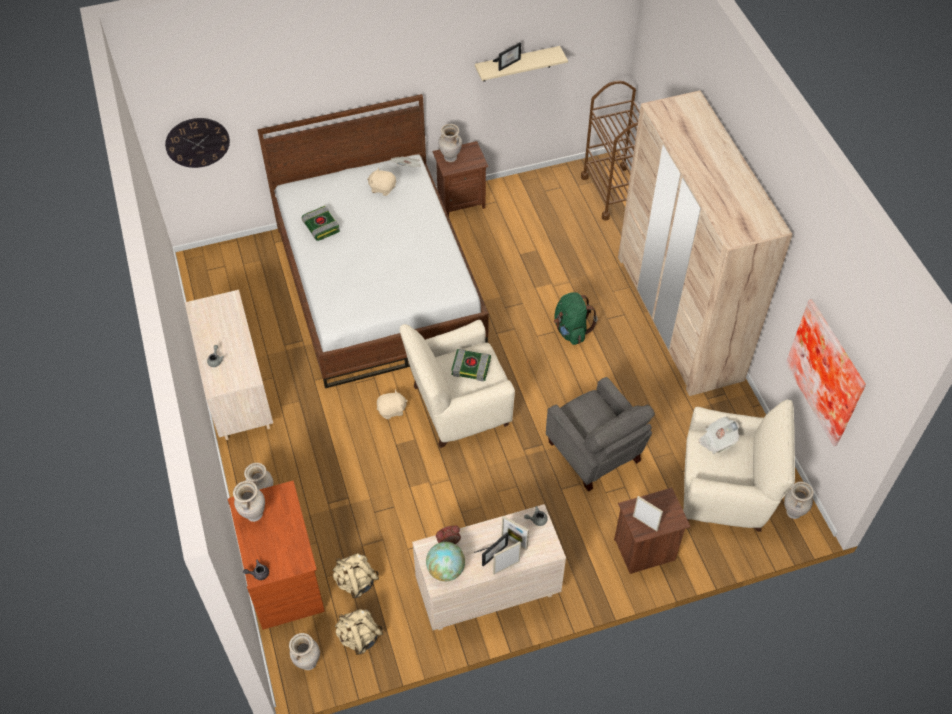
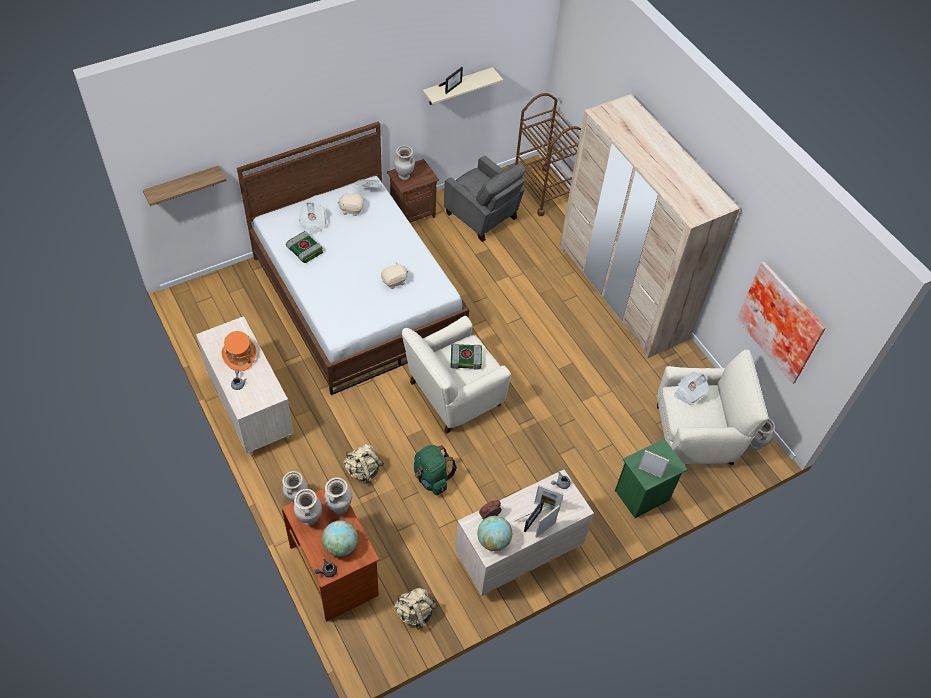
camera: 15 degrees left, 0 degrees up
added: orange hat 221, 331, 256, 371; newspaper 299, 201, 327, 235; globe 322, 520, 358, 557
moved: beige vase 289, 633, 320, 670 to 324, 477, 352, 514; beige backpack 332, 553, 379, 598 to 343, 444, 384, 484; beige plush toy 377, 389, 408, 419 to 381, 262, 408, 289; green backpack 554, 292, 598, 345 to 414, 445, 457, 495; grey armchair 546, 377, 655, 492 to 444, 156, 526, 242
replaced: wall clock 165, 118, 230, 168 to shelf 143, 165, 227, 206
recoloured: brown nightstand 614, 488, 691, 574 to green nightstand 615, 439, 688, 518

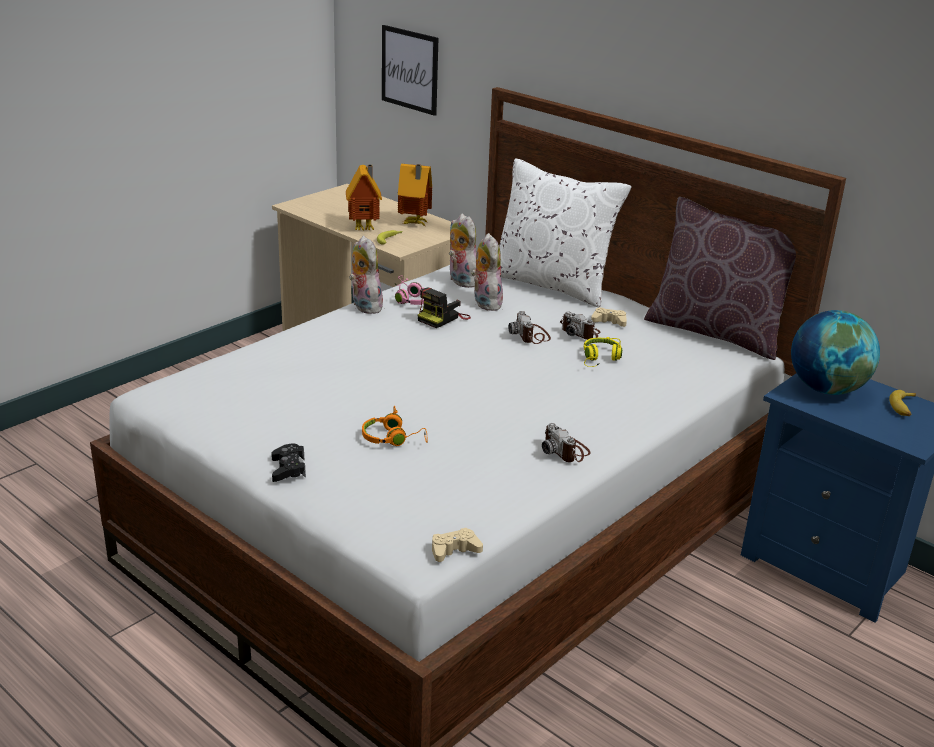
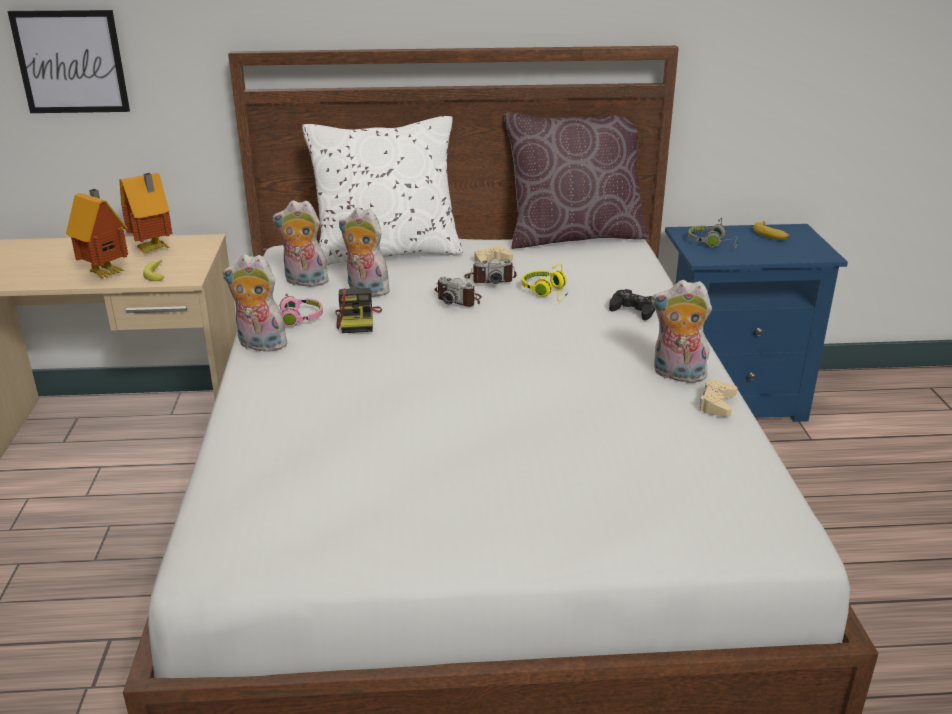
camera: 45 degrees left, 0 degrees up
removed: orange headphones 362, 406, 428, 446
moved: black game controller 271, 443, 306, 482 to 609, 289, 655, 320; beige game controller 432, 528, 483, 562 to 698, 380, 738, 417
replaced: photo camera 542, 423, 591, 462 to plush toy 651, 280, 712, 383; globe 791, 310, 880, 395 to grey headphones 688, 217, 739, 249

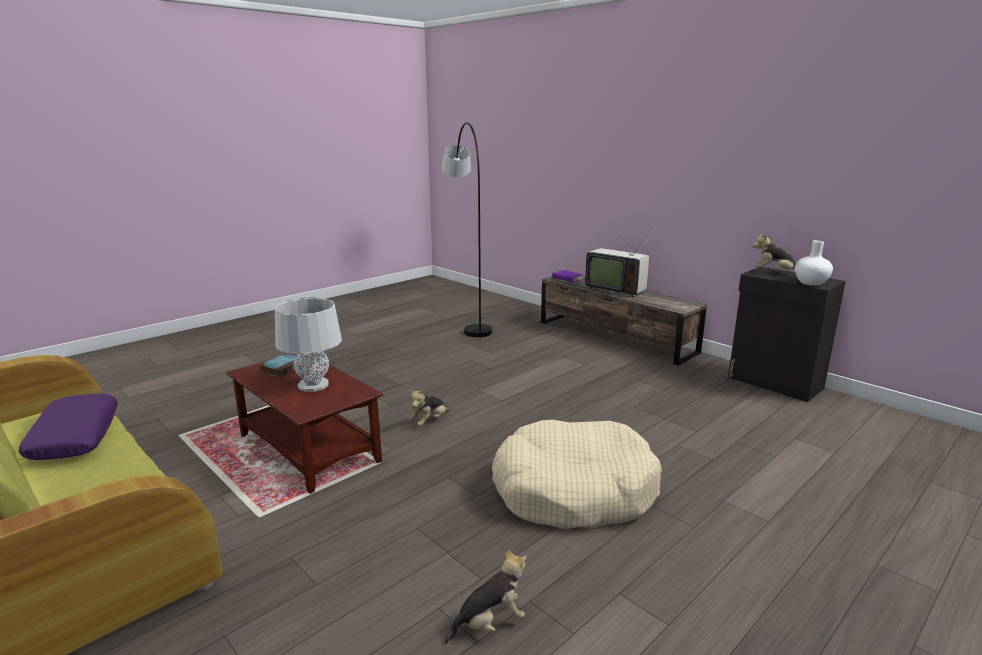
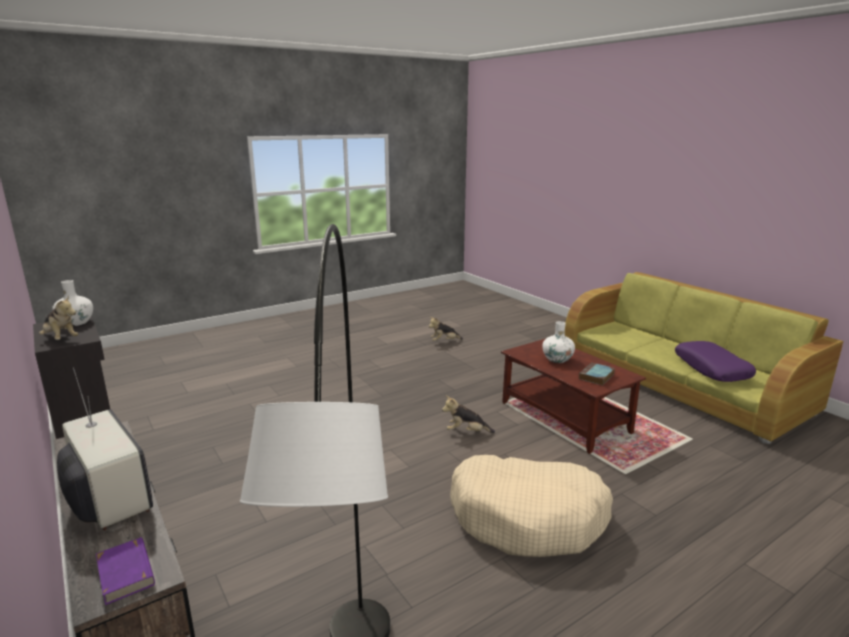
camera: 170 degrees left, 0 degrees up
moved: beige dog bed 492, 420, 662, 529 to 450, 455, 613, 557
replaced: grey table lamp 275, 297, 342, 392 to white vase 542, 321, 575, 363
turned: plush toy 409, 390, 450, 426 = 442, 396, 495, 433 135 degrees counterclockwise

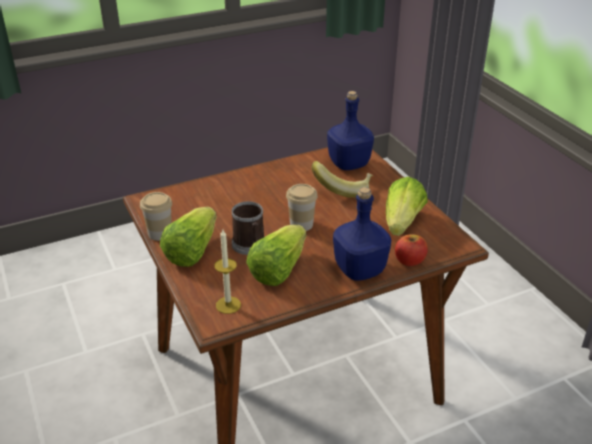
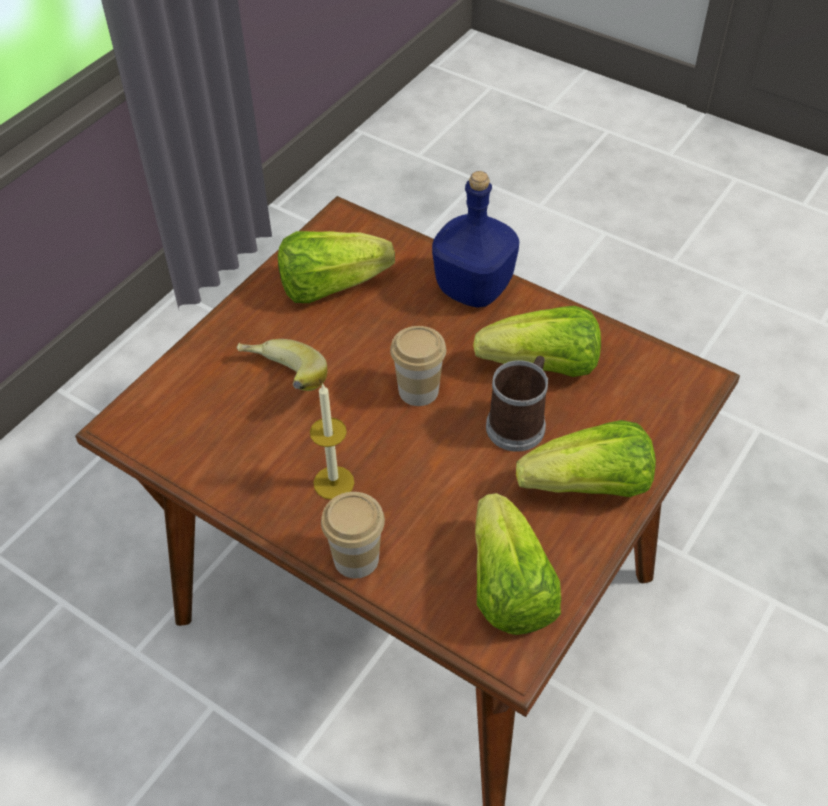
camera: 120 degrees left, 15 degrees up
removed: blue bottle 327, 91, 374, 170; apple 395, 234, 428, 266
added: lettuce 475, 493, 561, 635
moved: candle 214, 230, 241, 314 to 310, 383, 354, 500; cup 140, 192, 172, 241 to 321, 492, 385, 578

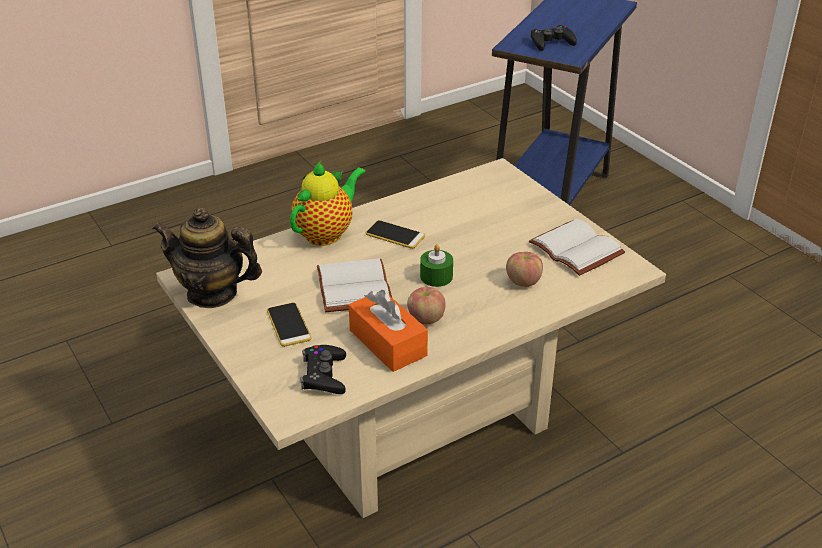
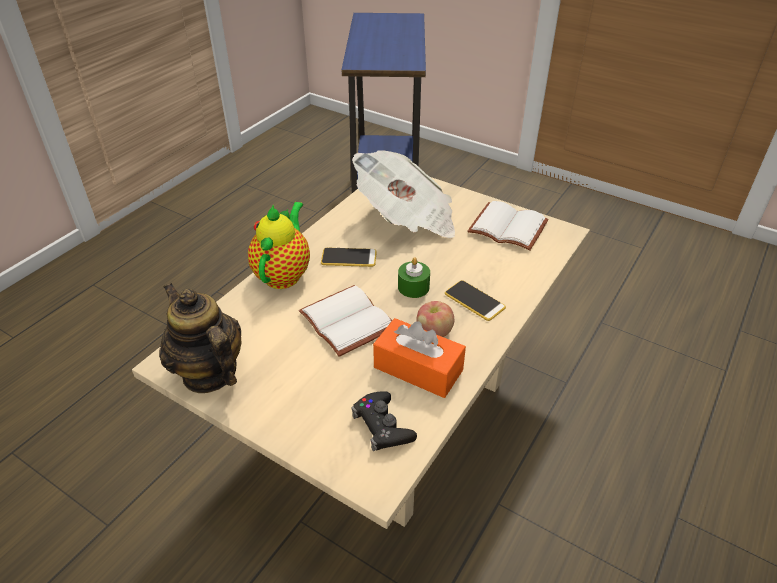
camera: 25 degrees left, 5 degrees up
removed: apple 506, 252, 543, 287; black game controller 531, 25, 577, 51
added: newspaper 352, 150, 455, 238
moved: phone 267, 302, 312, 347 to 445, 280, 506, 321
turned: teapot 153, 207, 262, 308 = 159, 283, 241, 393 60 degrees clockwise

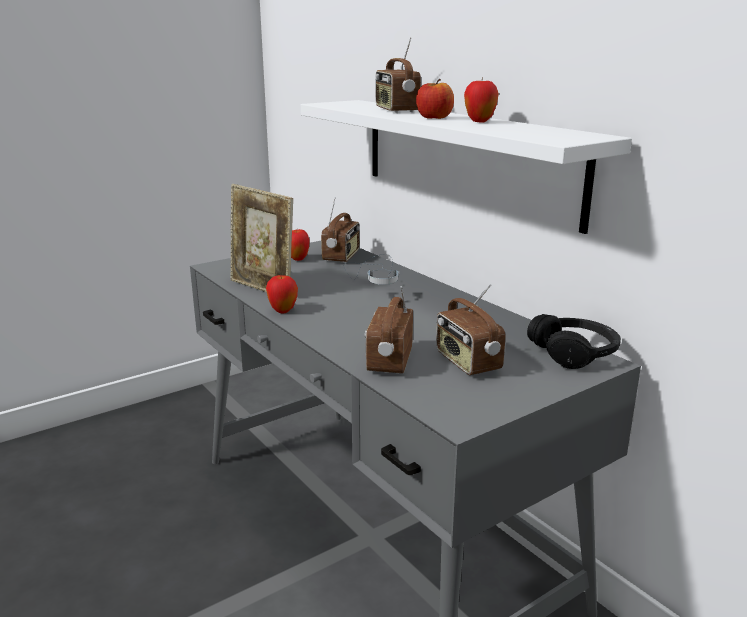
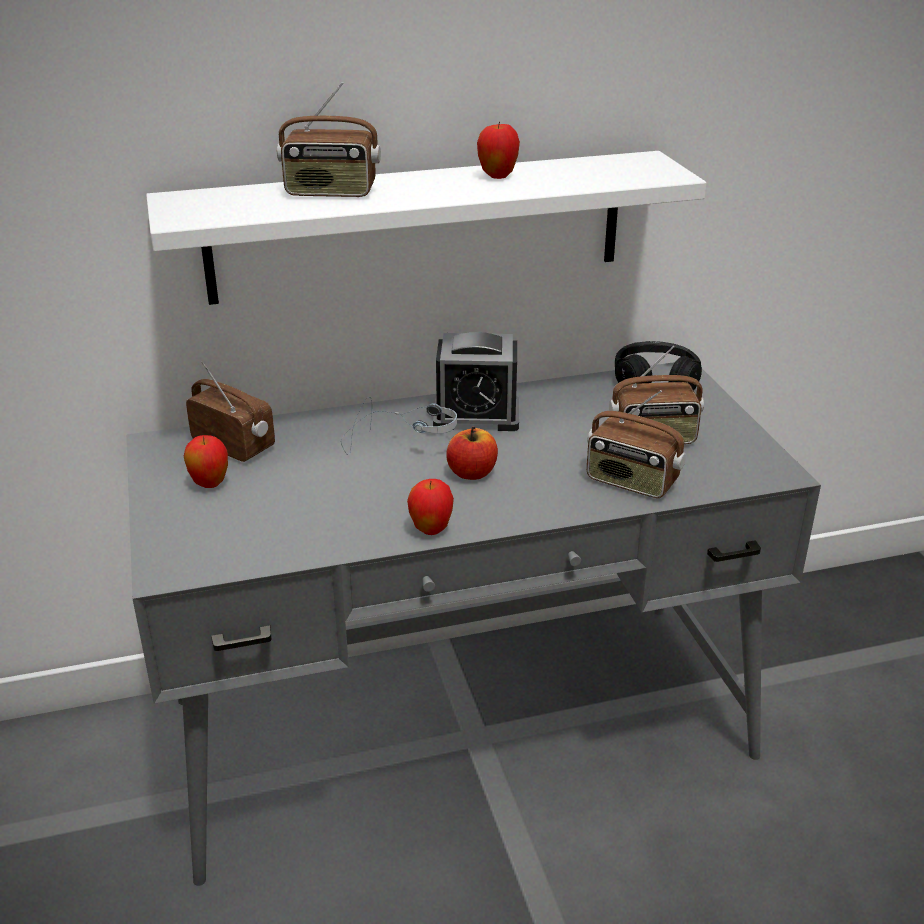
camera: 70 degrees left, 10 degrees up
removed: picture frame 230, 184, 293, 292
added: alarm clock 433, 332, 519, 431
moved: apple 416, 79, 454, 119 to 446, 427, 498, 480

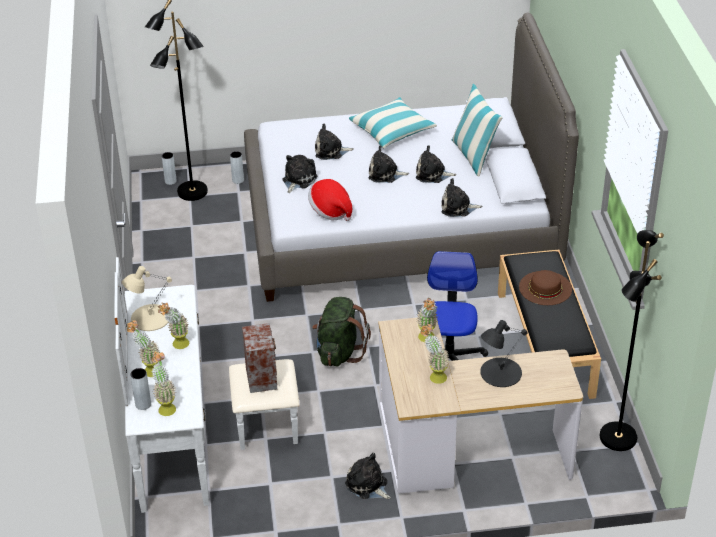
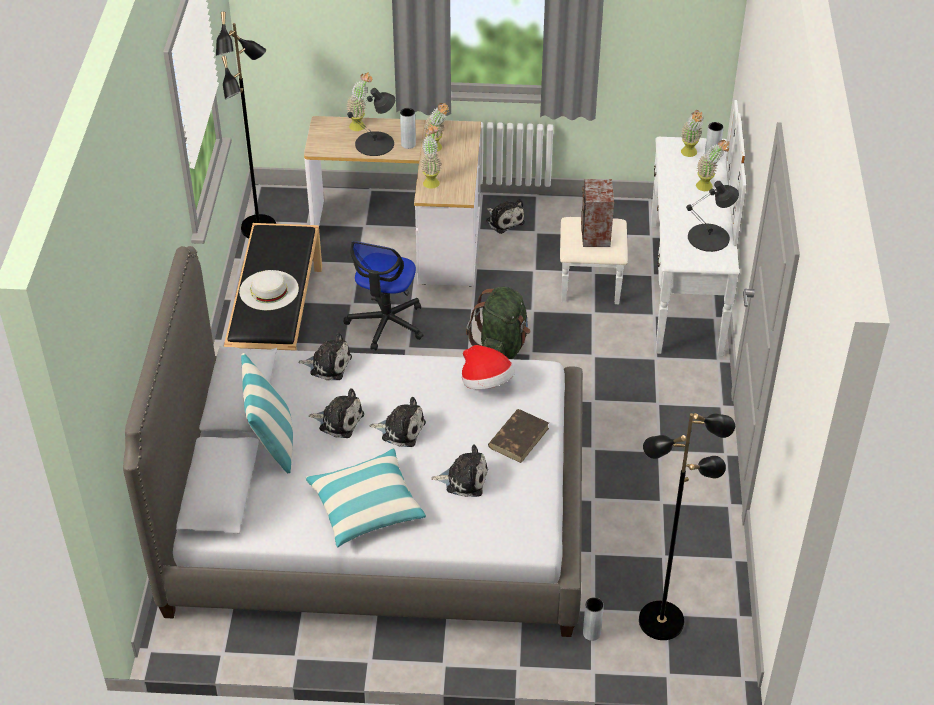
camera: 170 degrees left, 5 degrees up
moved: potted plant 158, 302, 189, 349 to 346, 72, 372, 131; grey vase 162, 152, 177, 185 to 400, 108, 416, 149
replaced: plush toy 282, 155, 317, 193 to brown book 488, 409, 549, 463
recoloured: brown hat 519, 270, 572, 305 to white hat 239, 270, 299, 310; beige table lamp 122, 266, 172, 331 to black table lamp 686, 181, 739, 252

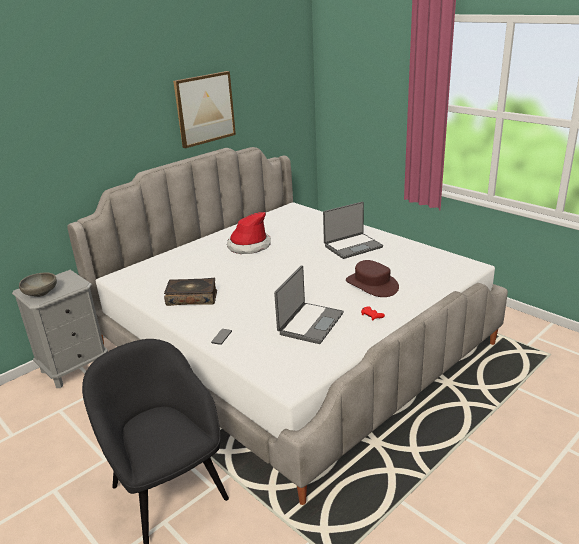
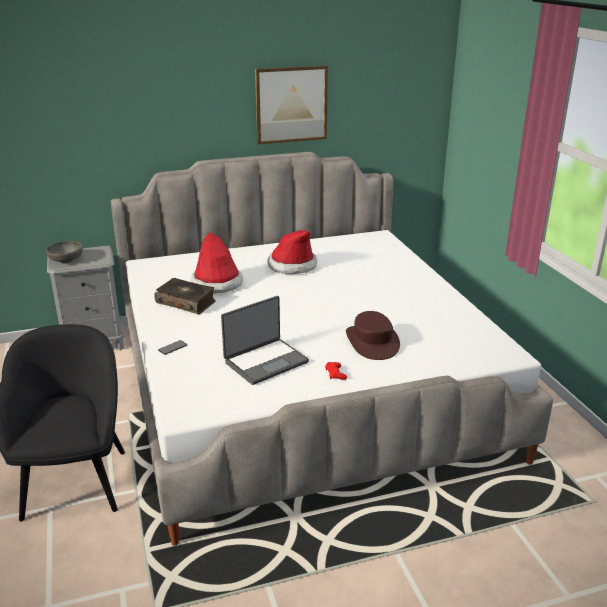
camera: 25 degrees right, 0 degrees up
removed: laptop 323, 202, 383, 259
added: hat 191, 232, 243, 294

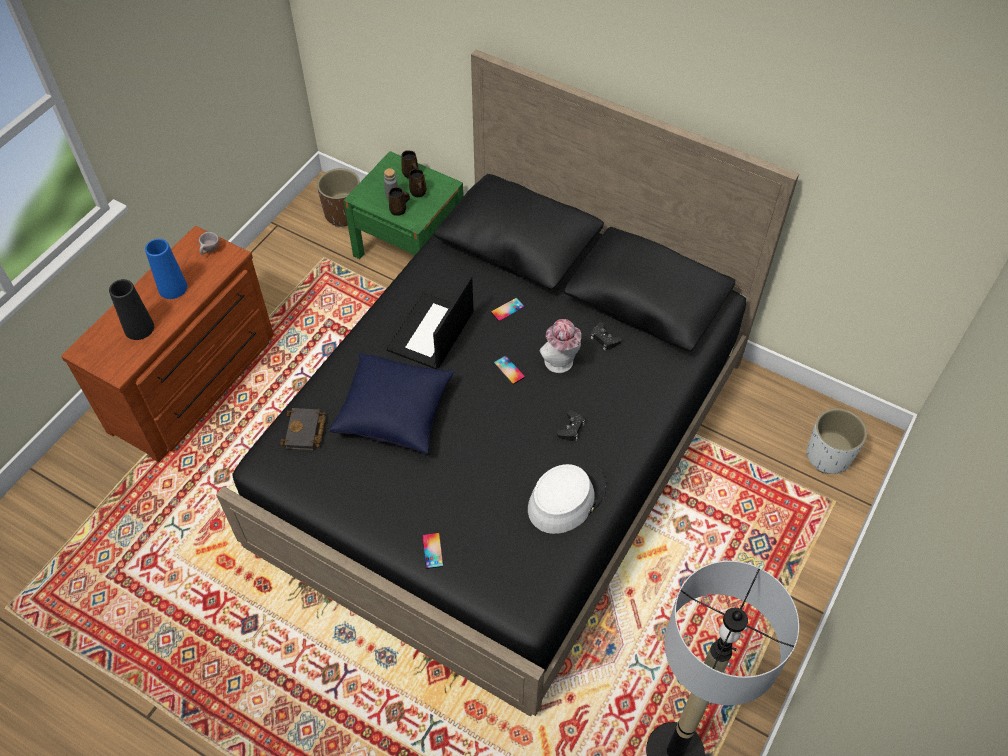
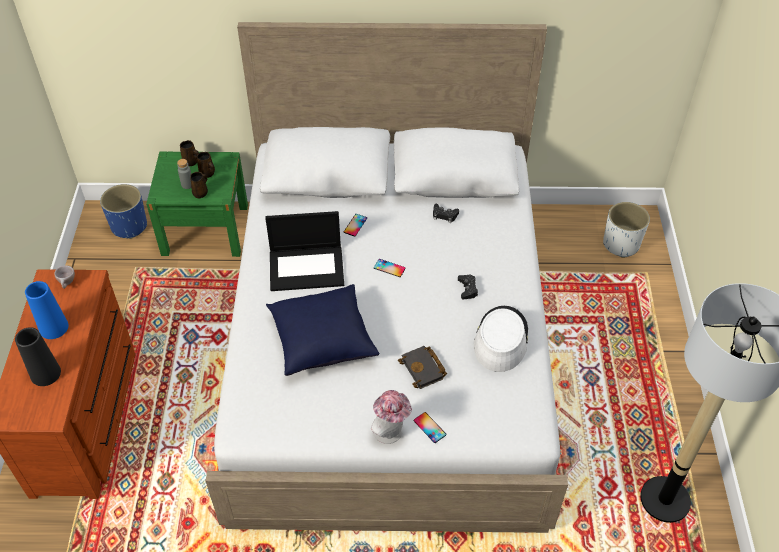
camera: 30 degrees left, 5 degrees down
moved: hat 540, 319, 581, 373 to 371, 390, 412, 444; black book 280, 408, 326, 450 to 398, 346, 447, 389
recoloured: brown planter 317, 168, 360, 227 to blue planter 100, 184, 147, 239; black bed 216, 50, 799, 717 to white bed 206, 22, 568, 533
turned: laptop 387, 275, 474, 369 = 265, 211, 344, 291 90 degrees counterclockwise

